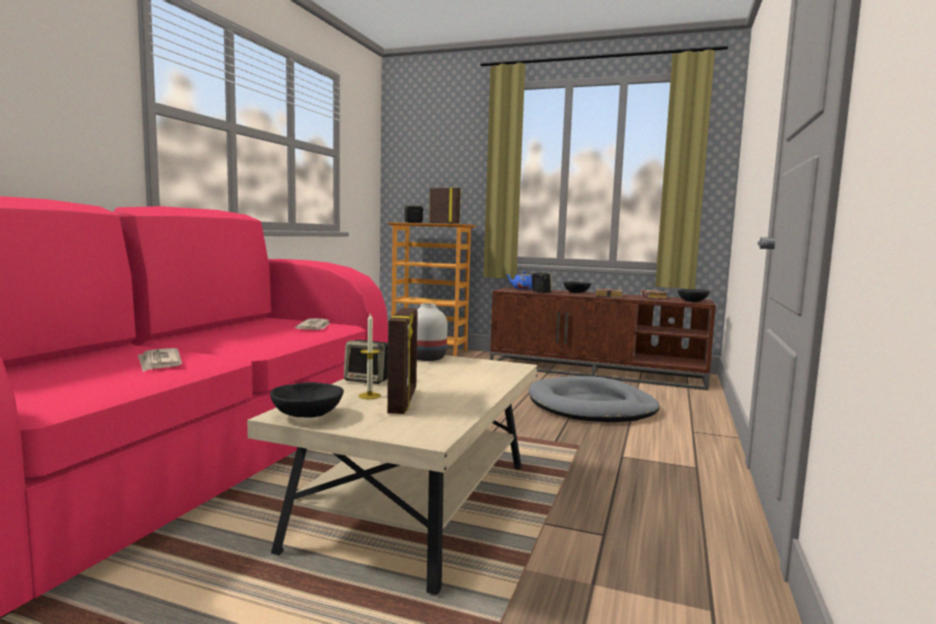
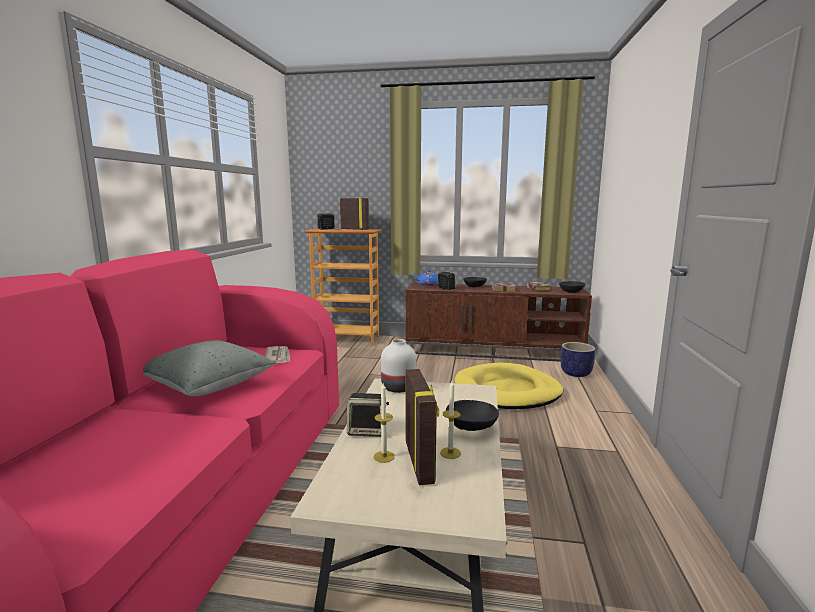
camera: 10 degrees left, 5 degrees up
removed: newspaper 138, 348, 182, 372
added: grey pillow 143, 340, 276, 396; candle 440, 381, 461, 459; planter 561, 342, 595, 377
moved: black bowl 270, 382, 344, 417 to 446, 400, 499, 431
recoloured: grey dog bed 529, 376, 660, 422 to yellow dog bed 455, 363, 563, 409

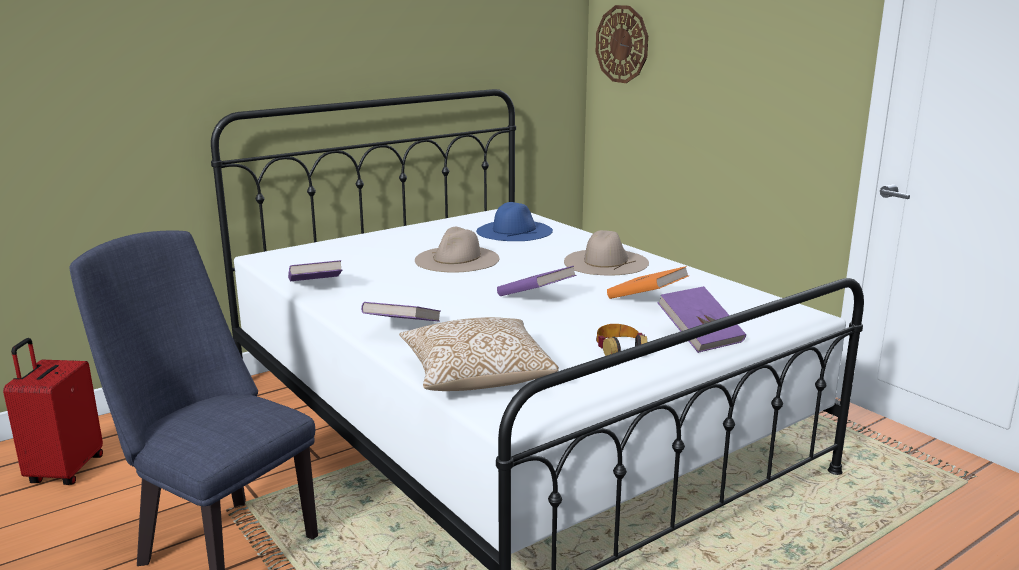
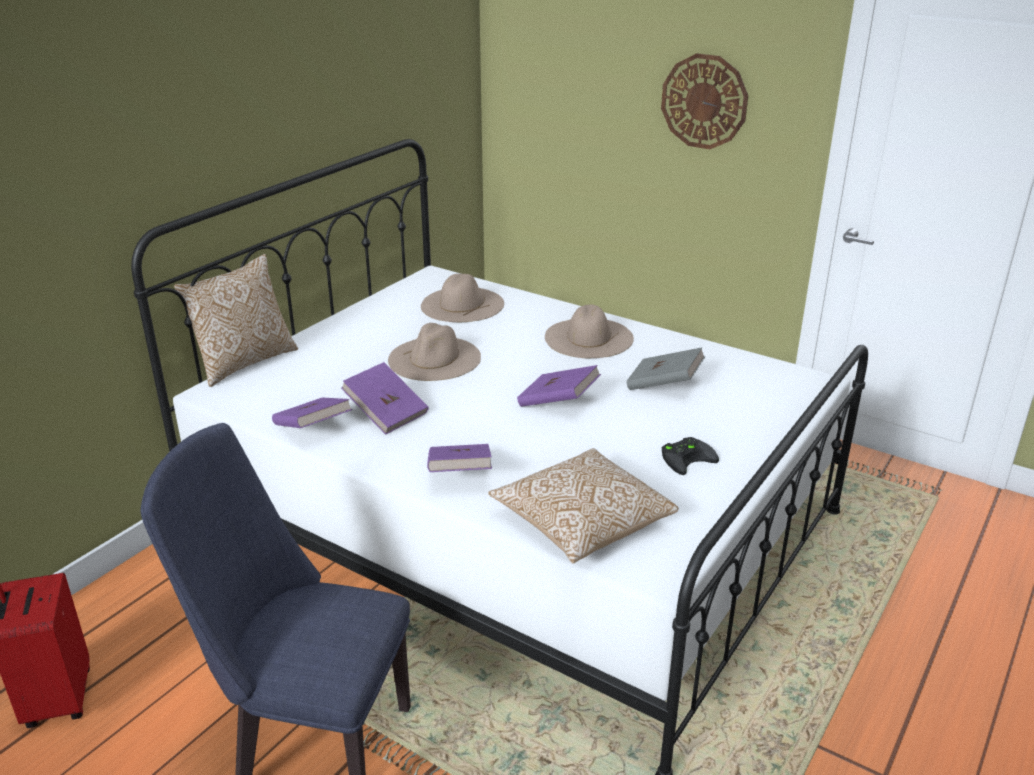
camera: 20 degrees left, 10 degrees up
added: pillow 174, 254, 298, 387
moved: purple book 658, 286, 746, 353 to 341, 362, 429, 435; wall clock 596, 5, 648, 83 to 661, 53, 748, 149
replaced: headphones 596, 324, 648, 356 to black game controller 662, 437, 719, 475
recoloured: blue hat 476, 202, 553, 241 to beige hat 421, 274, 504, 322; orange book 607, 266, 689, 299 to grey book 626, 347, 705, 390

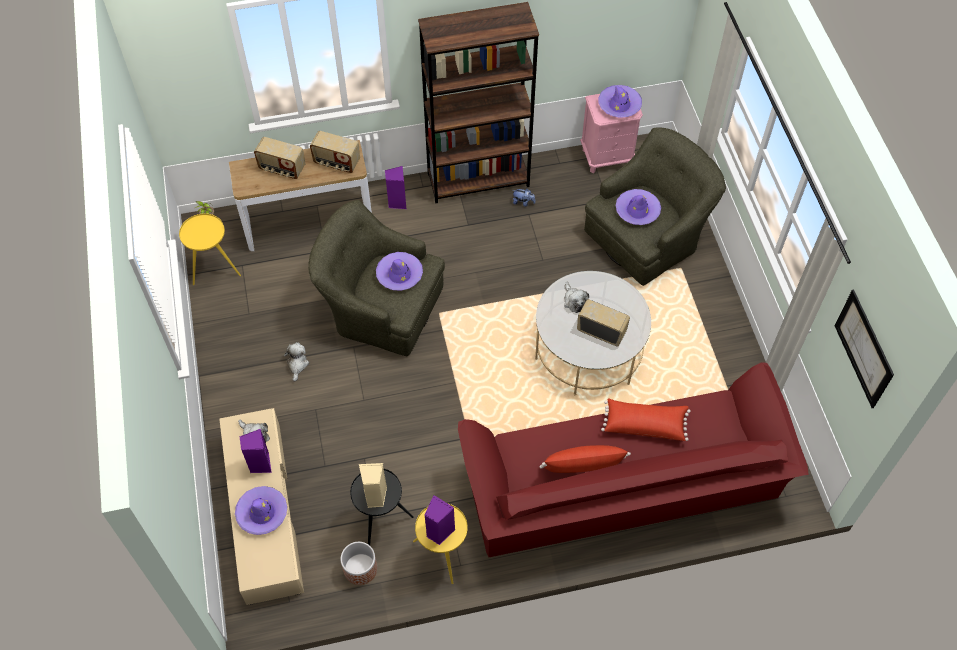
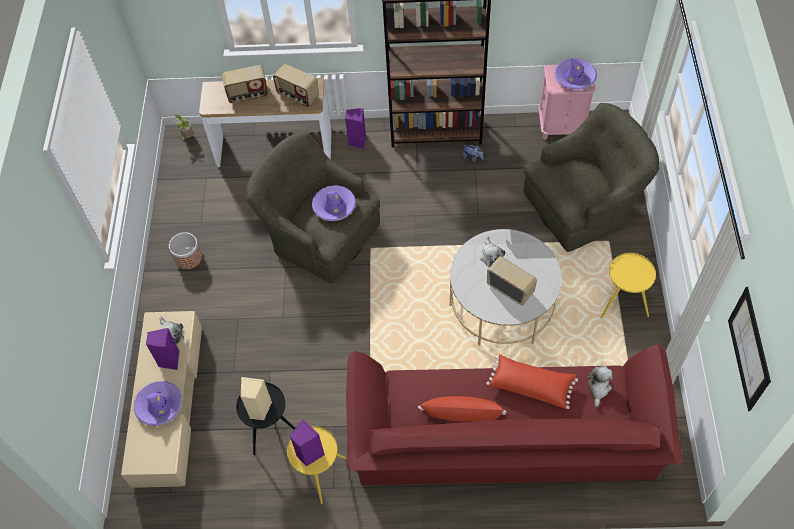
camera: 15 degrees right, 0 degrees up
removed: purple hat 616, 189, 661, 225
moved: planter 341, 542, 377, 585 to 169, 232, 202, 269; plush toy 284, 342, 309, 382 to 587, 365, 613, 407; yellow side table 179, 213, 241, 285 to 601, 253, 656, 319
turned: radio 254, 137, 305, 179 = 222, 65, 268, 103 45 degrees counterclockwise

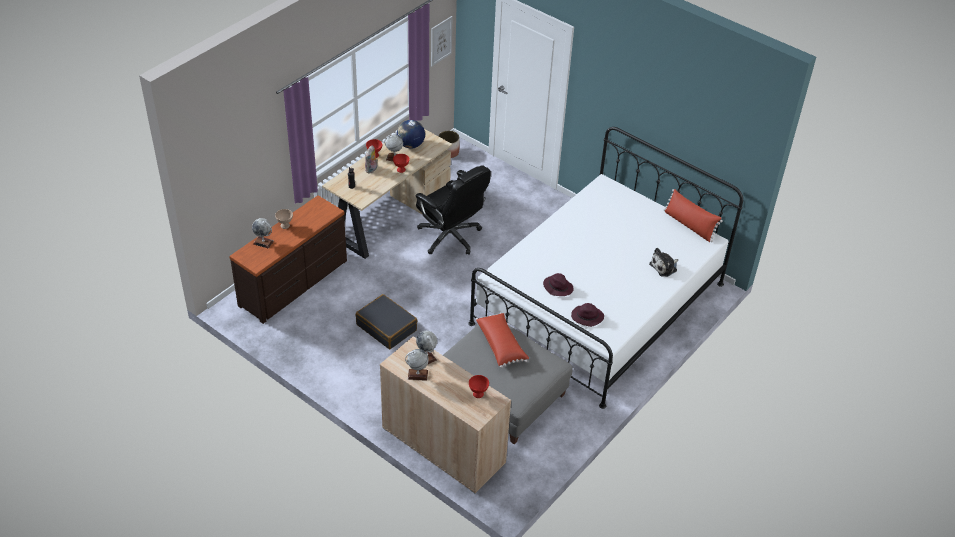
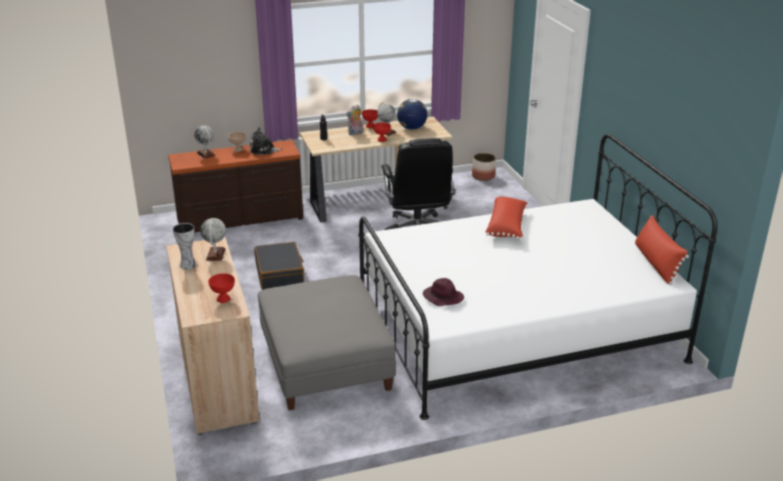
camera: 35 degrees right, 15 degrees down
removed: picture 431, 16, 452, 66; purple hat 543, 273, 574, 296
moved: plush toy 649, 248, 678, 277 to 250, 127, 283, 155; red pillow 476, 313, 529, 368 to 486, 197, 527, 240
replaced: globe 405, 349, 429, 381 to vase 173, 223, 196, 269

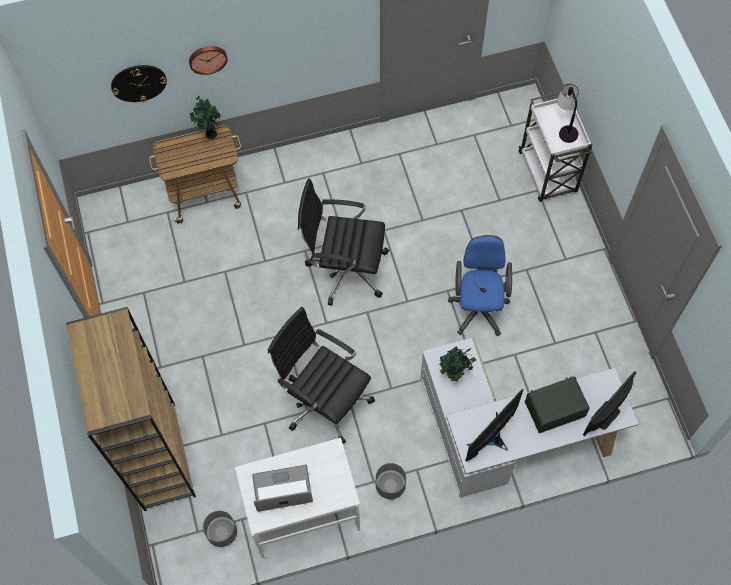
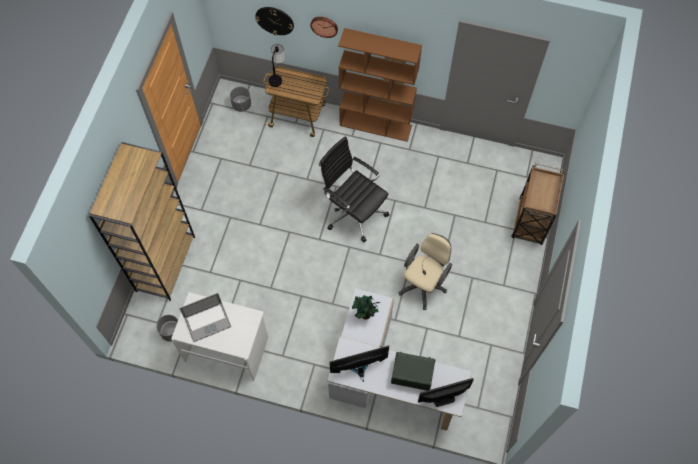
camera: 30 degrees right, 0 degrees up
removed: potted plant 190, 96, 221, 139; black office chair 268, 307, 375, 444
added: brown bookcase 338, 28, 422, 142
moved: grey planter 375, 463, 406, 499 to 230, 87, 251, 112; table lamp 557, 83, 579, 143 to 268, 44, 285, 87
recoloured: blue office chair 448, 235, 512, 336 to beige office chair 398, 233, 452, 310; white cart 519, 92, 592, 202 to brown cart 511, 163, 565, 245
turned: laptop 252, 465, 313, 512 = 179, 293, 231, 342 135 degrees clockwise

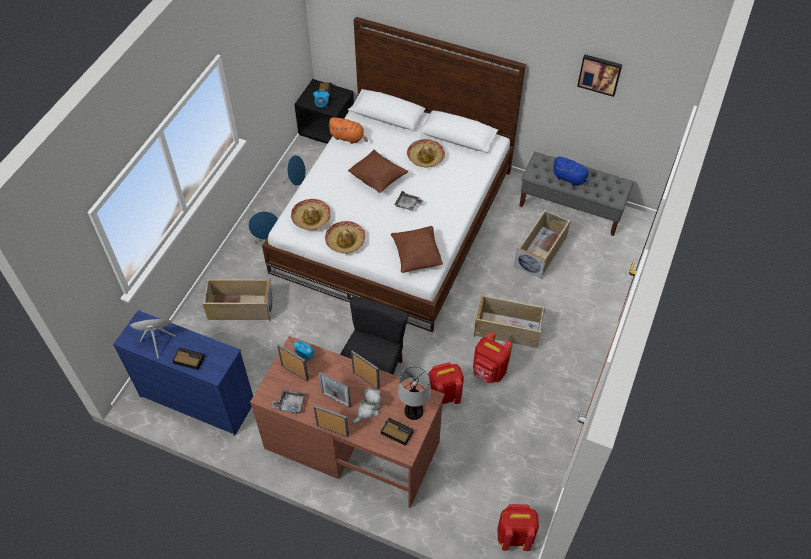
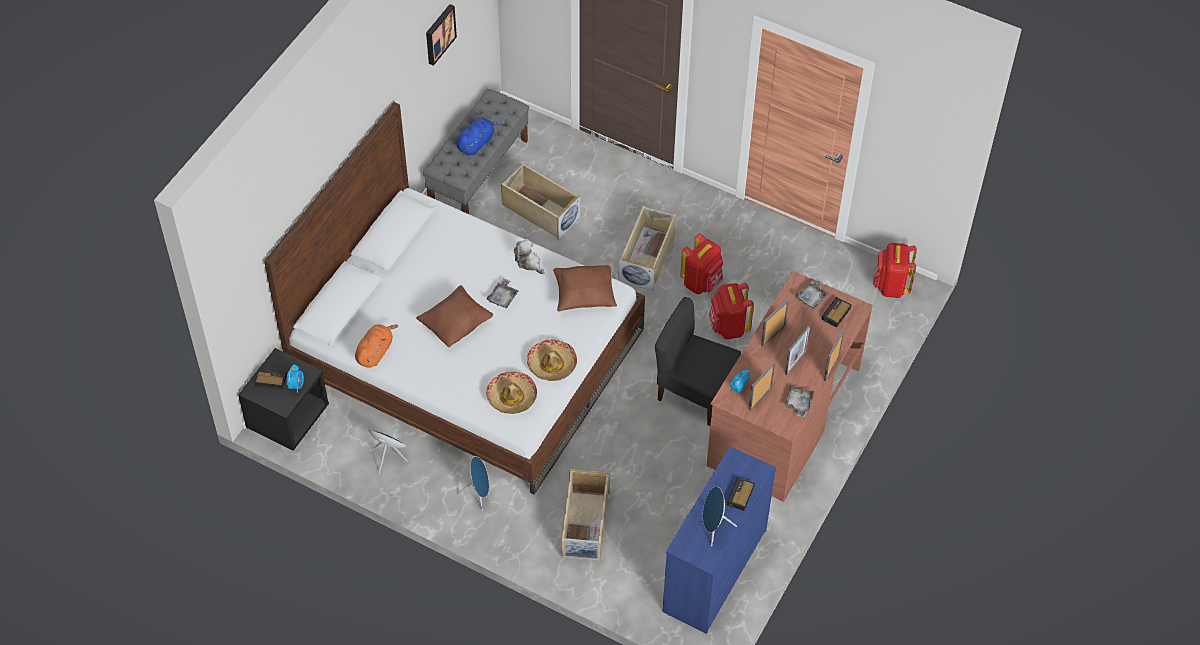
camera: 85 degrees left, 0 degrees up
removed: hat 407, 139, 445, 167
moved: plush toy 352, 388, 382, 424 to 514, 239, 545, 274
replaced: table lamp 398, 366, 431, 420 to grey tray 796, 279, 829, 309

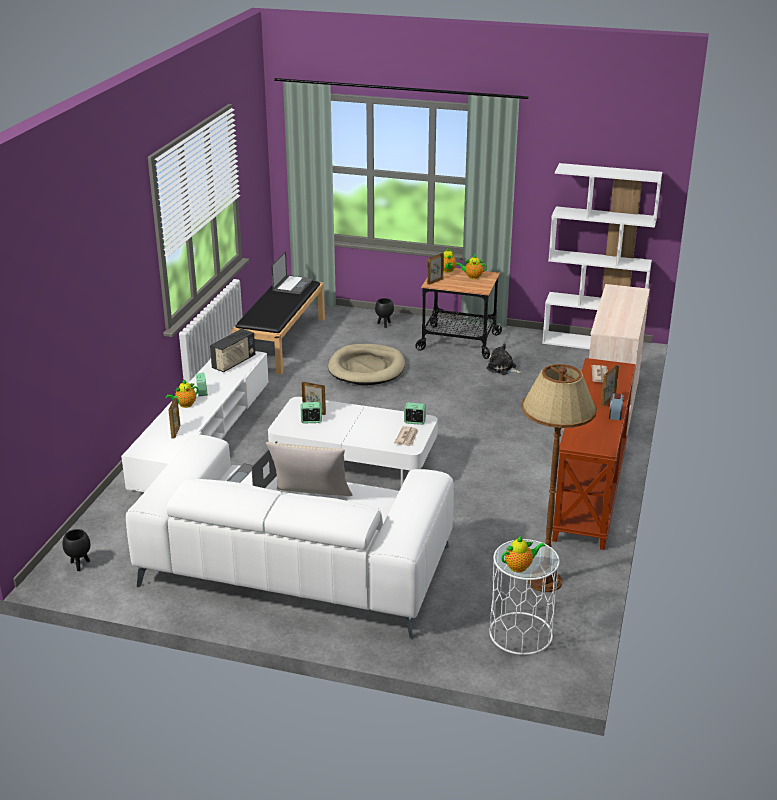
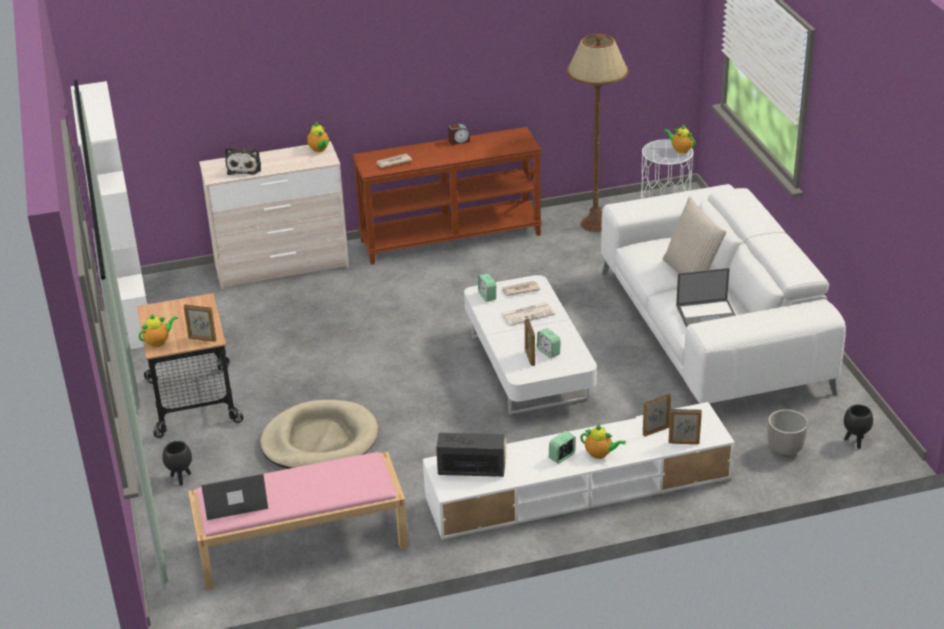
camera: 120 degrees left, 5 degrees up
added: newspaper 501, 302, 555, 326; planter 767, 409, 808, 456
moved: plush toy 486, 343, 523, 375 to 225, 147, 261, 175; teapot 456, 254, 487, 279 to 307, 122, 329, 152; picture frame 601, 365, 619, 406 to 669, 409, 702, 444
recoloured: black bench 231, 281, 325, 375 to pink bench 188, 452, 409, 590

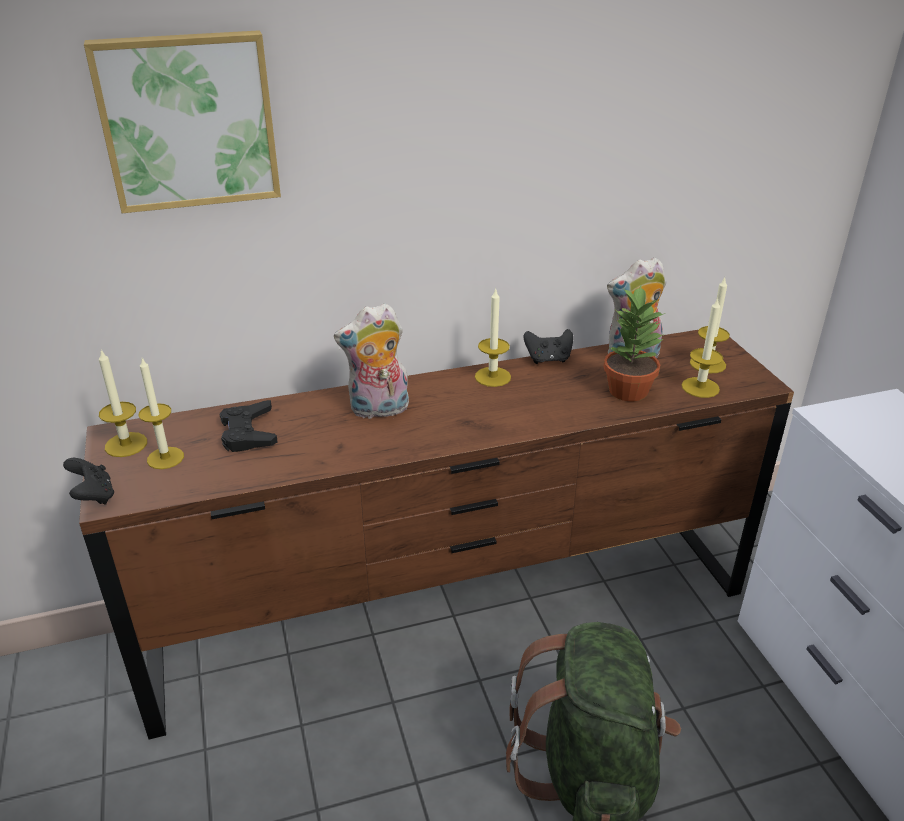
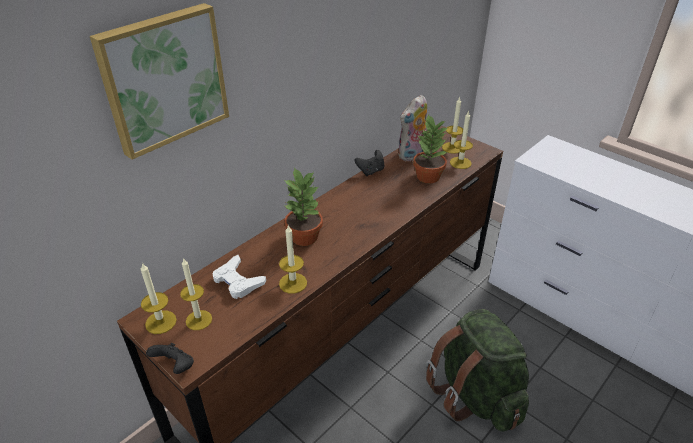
camera: 30 degrees left, 5 degrees up
moved: candle 475, 288, 511, 387 to 279, 225, 307, 294
replaced: plush toy 334, 303, 409, 419 to potted plant 283, 168, 323, 246
recoloured: black game controller 219, 400, 278, 452 to white game controller 212, 255, 266, 299

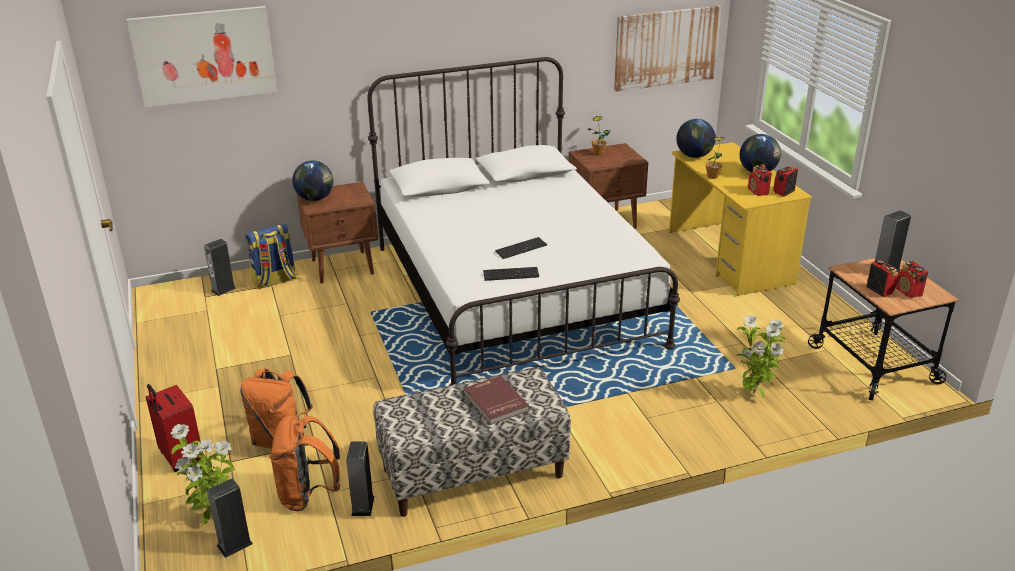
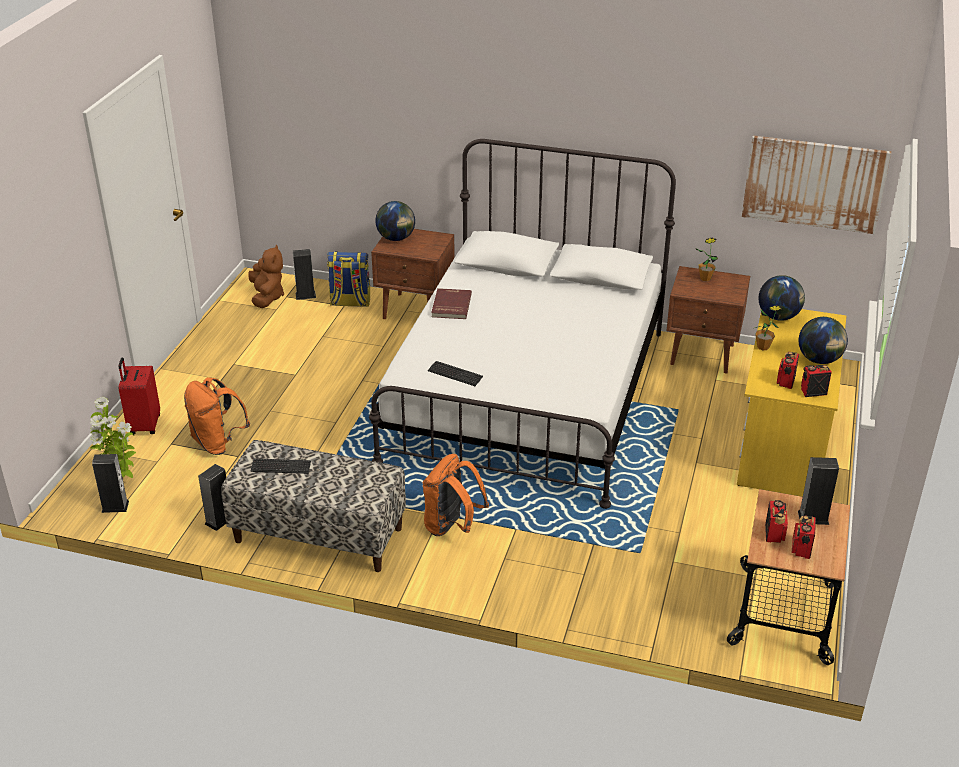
camera: 35 degrees right, 5 degrees up
removed: picture 127, 6, 277, 108; potted plant 736, 315, 785, 398
added: brown plush toy 248, 245, 284, 308
moved: keyboard 495, 237, 547, 259 to 251, 458, 311, 474; orange backpack 269, 415, 340, 511 to 423, 454, 489, 536; red book 464, 376, 530, 425 to 431, 288, 472, 319

